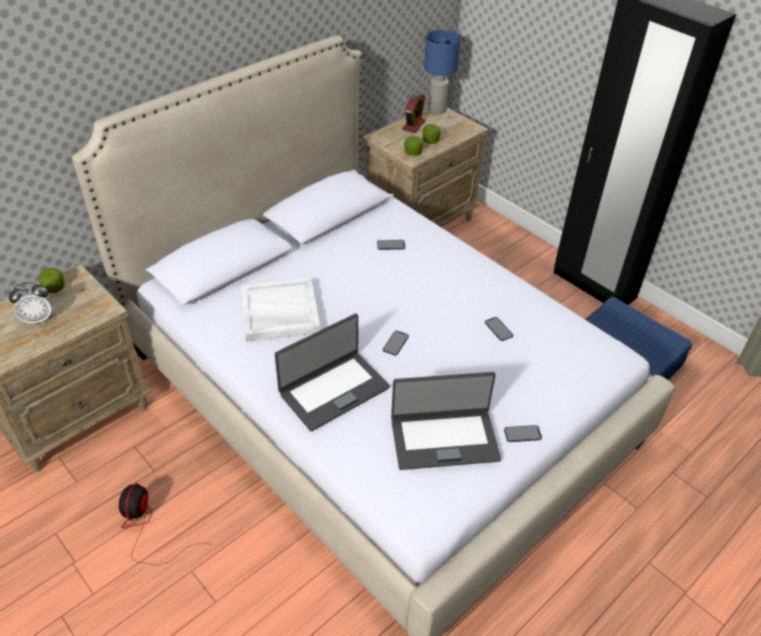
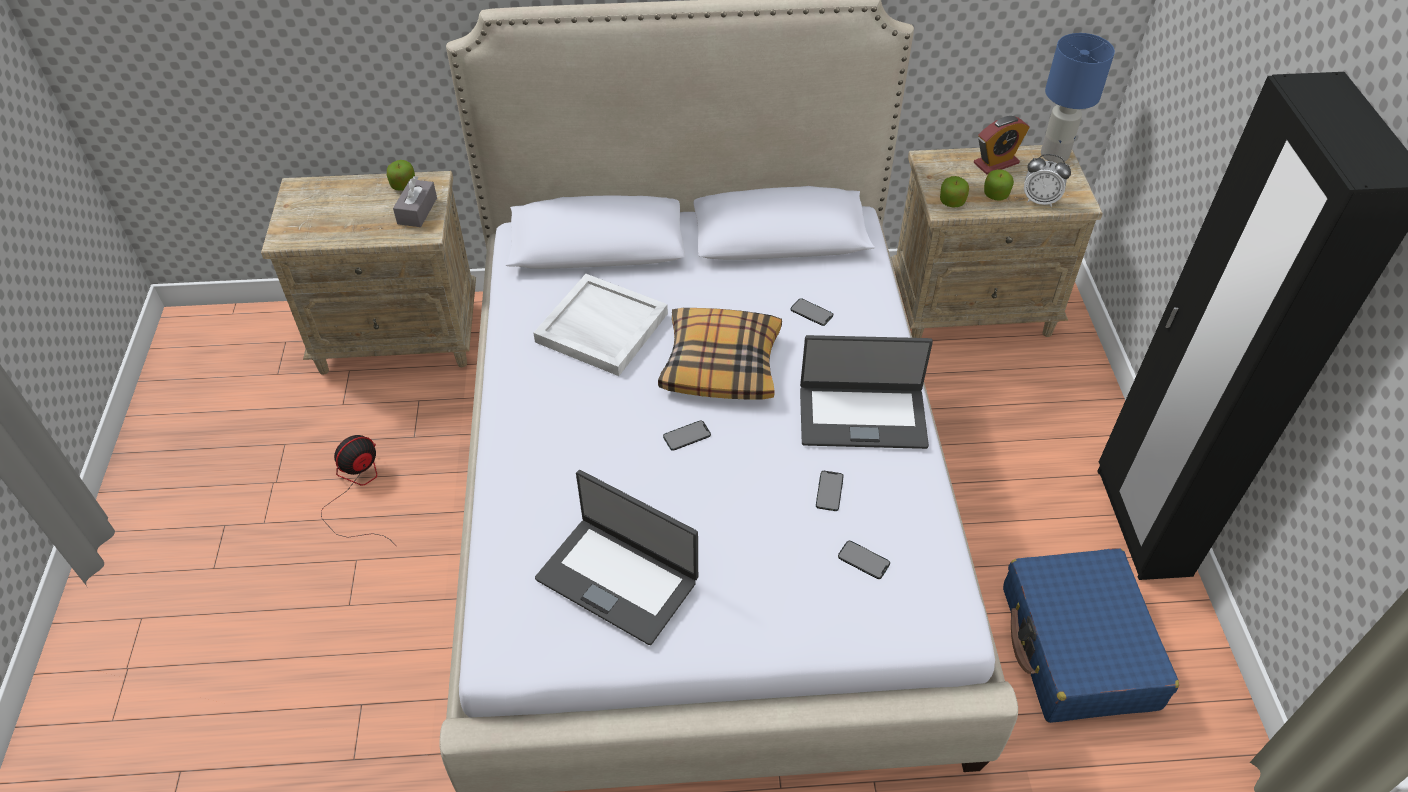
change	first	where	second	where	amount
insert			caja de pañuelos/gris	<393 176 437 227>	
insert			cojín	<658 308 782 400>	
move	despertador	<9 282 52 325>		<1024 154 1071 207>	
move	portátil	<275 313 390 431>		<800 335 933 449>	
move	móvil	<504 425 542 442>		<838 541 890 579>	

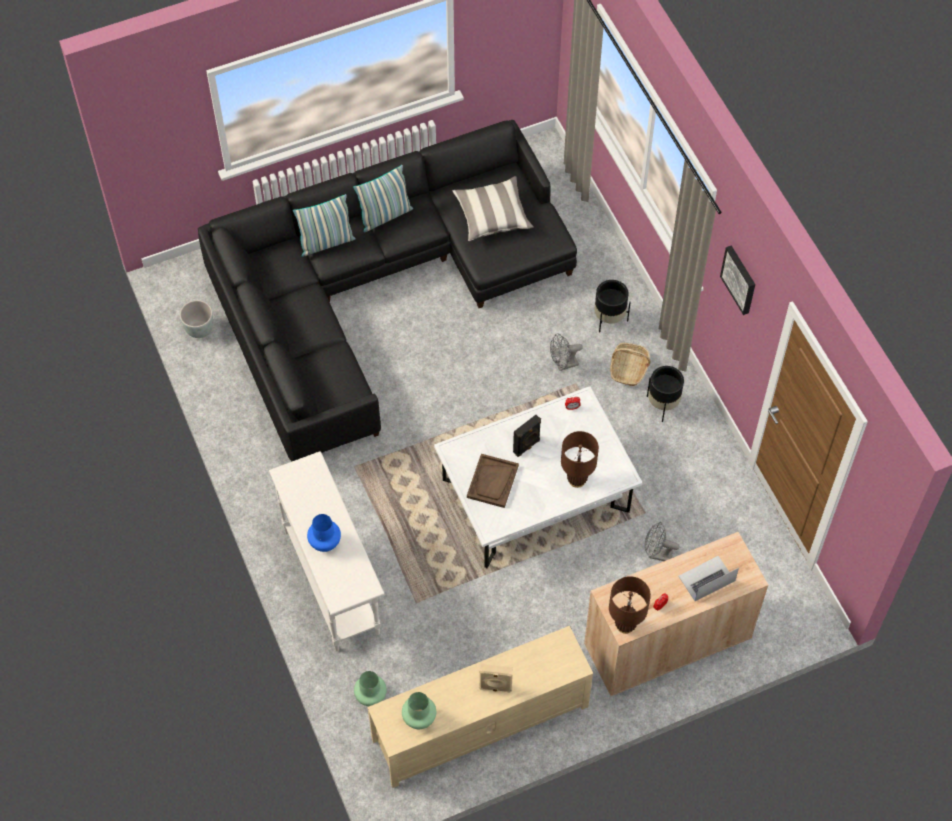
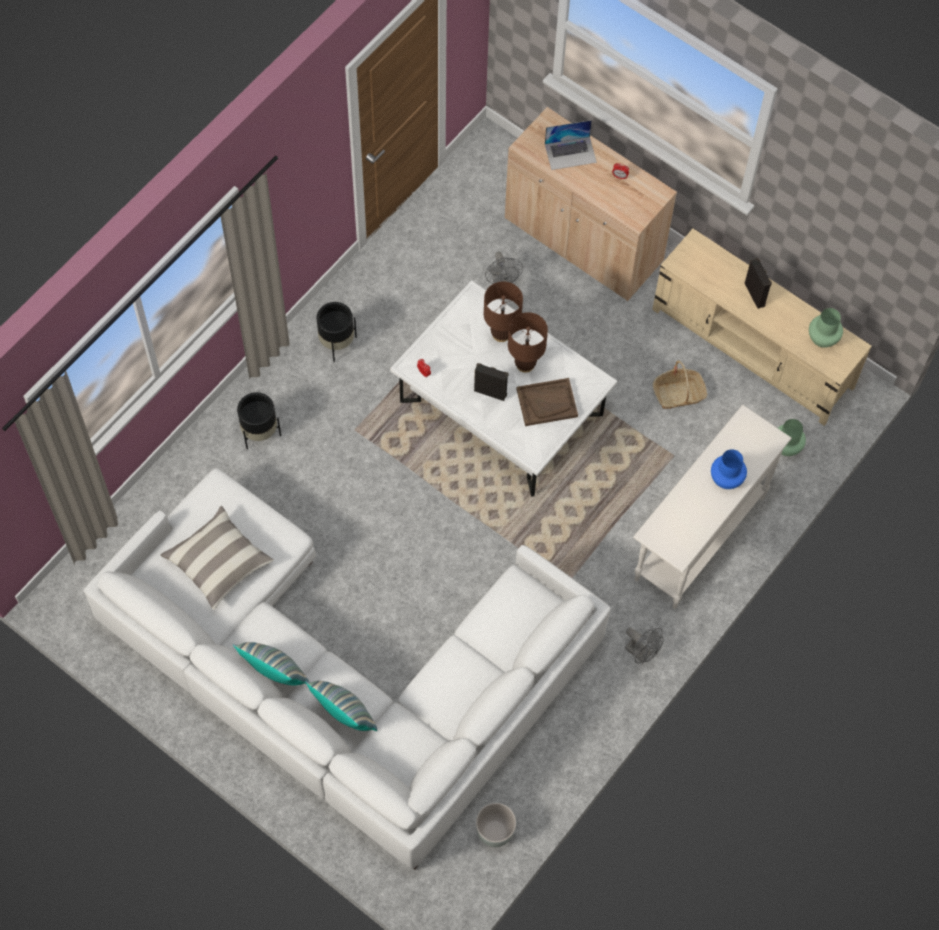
change	first	where	second	where	amount
delete	cuadro	<720 245 755 315>			
move	ventilador/gris	<550 333 583 371>		<625 628 664 663>	
move	lámpara de mesa/marrón	<609 576 651 634>		<508 312 548 373>	
move	cesta	<610 343 650 386>		<653 360 707 409>	
recolor	sofá/negro	<198 120 577 462>	sofá/blanco	<84 468 611 870>	
recolor	altavoz/beis	<479 664 513 692>	altavoz/negro	<744 258 772 309>	
rotate	portátil	<679 556 739 601>		<545 120 597 170>	45 degrees counterclockwise

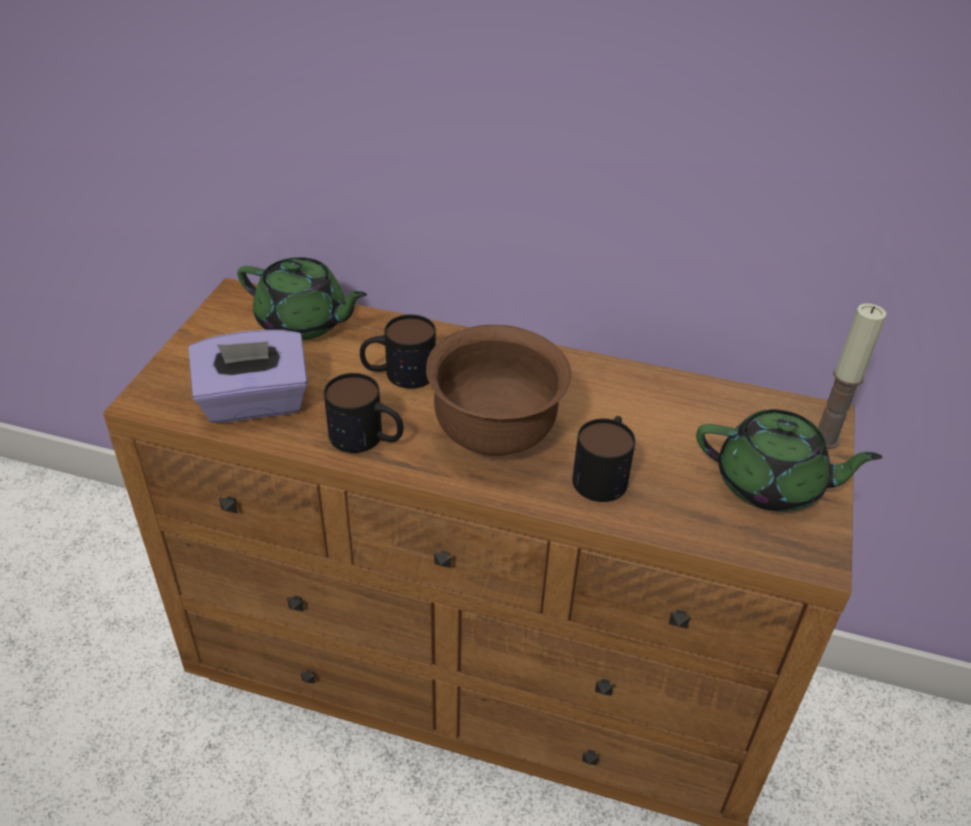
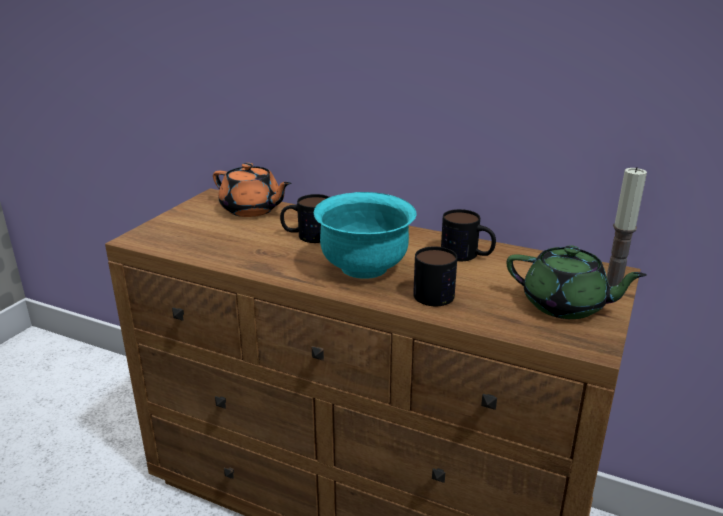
change	first	where	second	where	amount
delete	caja de pañuelos/morado	<188 330 308 423>			
move	taza grande	<324 373 403 453>		<441 209 496 261>	
recolor	tetera/verde	<237 257 367 340>	tetera/naranja	<213 163 291 217>	
recolor	cuenco/marrón	<426 325 572 456>	cuenco/turquesa	<314 192 416 279>	

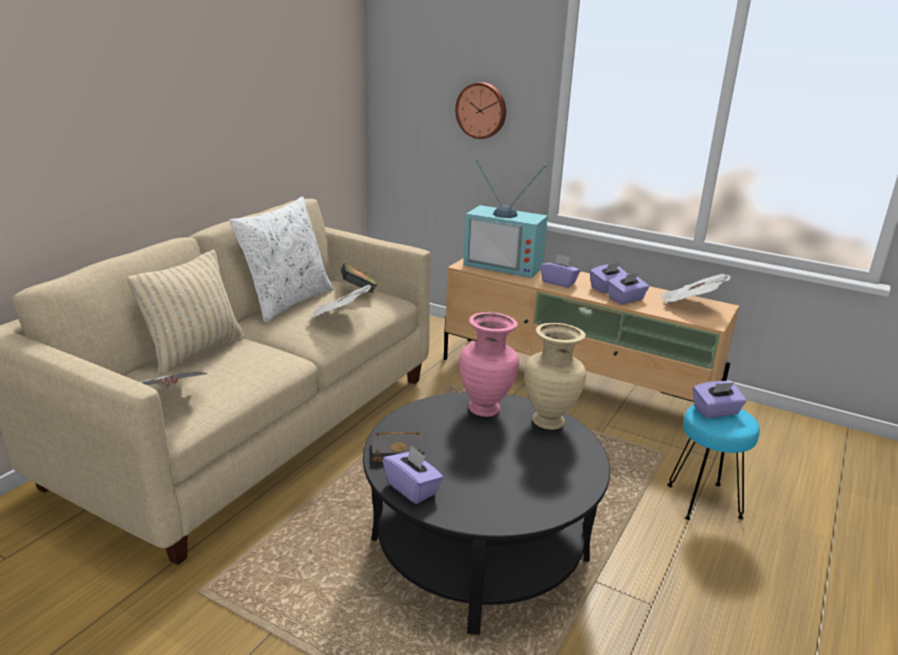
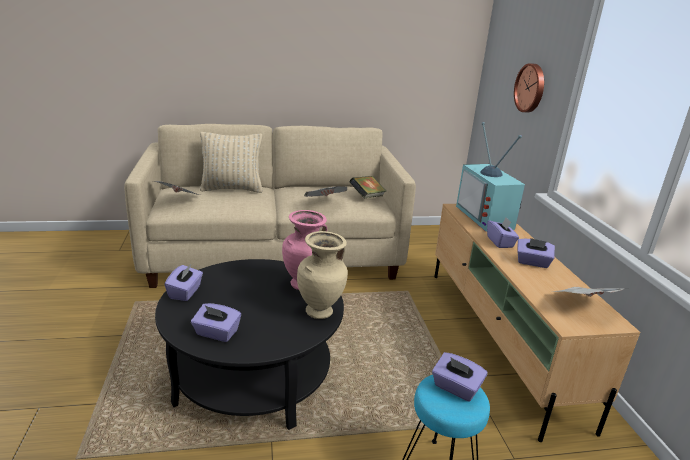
change	first	where	second	where	amount
delete	cojín/blanco	<229 196 334 322>			
delete	libro/negro	<372 431 425 463>			
move	caja de pañuelos/morado	<608 272 649 304>		<191 303 241 342>	

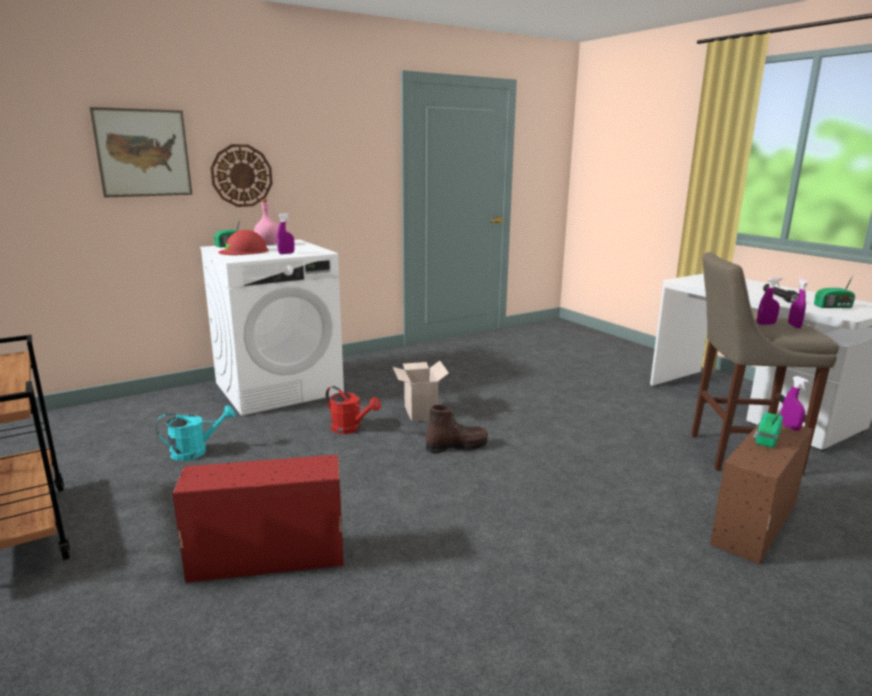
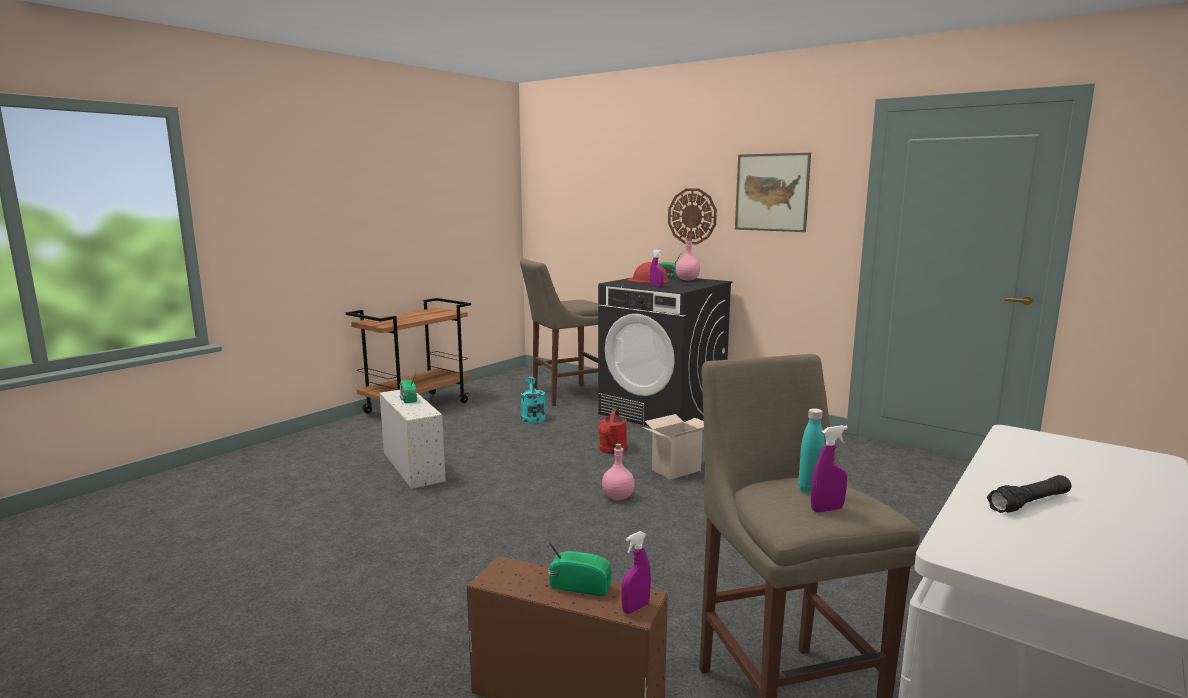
change	first	where	second	where	amount
insert			taburete/beis	<520 259 599 406>	
move	cuadro	<89 107 193 198>		<735 153 811 232>	
move	radio	<814 274 856 308>		<400 373 417 403>	
replace	bota/marrón	<426 405 488 453>	botella/rosa	<602 444 635 500>	
replace	pulverizador/morado	<757 277 783 325>	botella/turquesa	<798 408 825 493>	
recolor	caja de almacenaje/rojo	<172 455 344 583>	caja de almacenaje/blanco	<379 390 446 489>	
recolor	lavadora/blanco	<200 240 344 416>	lavadora/negro	<598 277 732 427>	
rotate	regadera/turquesa	<156 405 235 461>		<521 377 546 423>	150 degrees counterclockwise

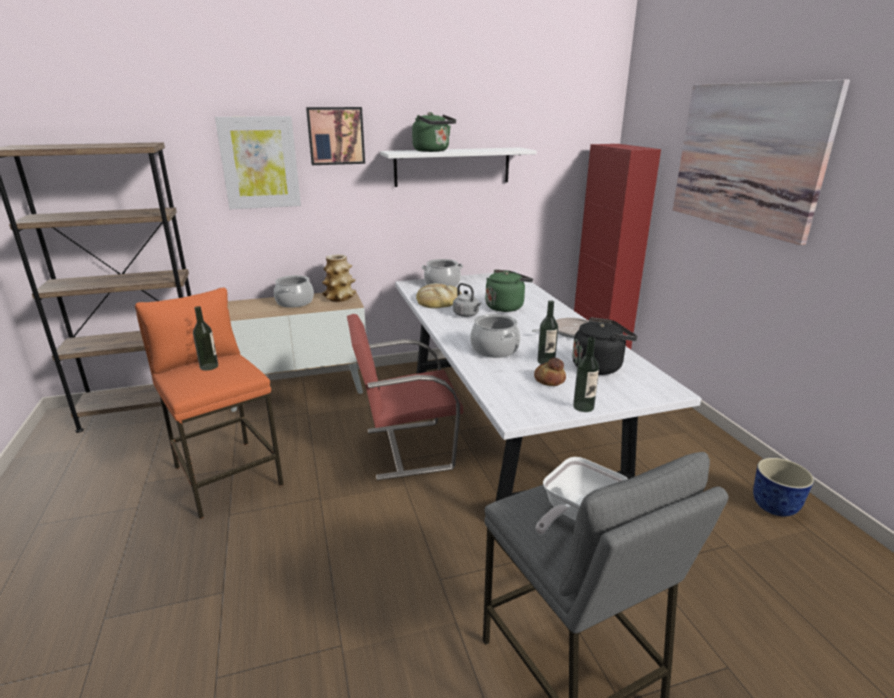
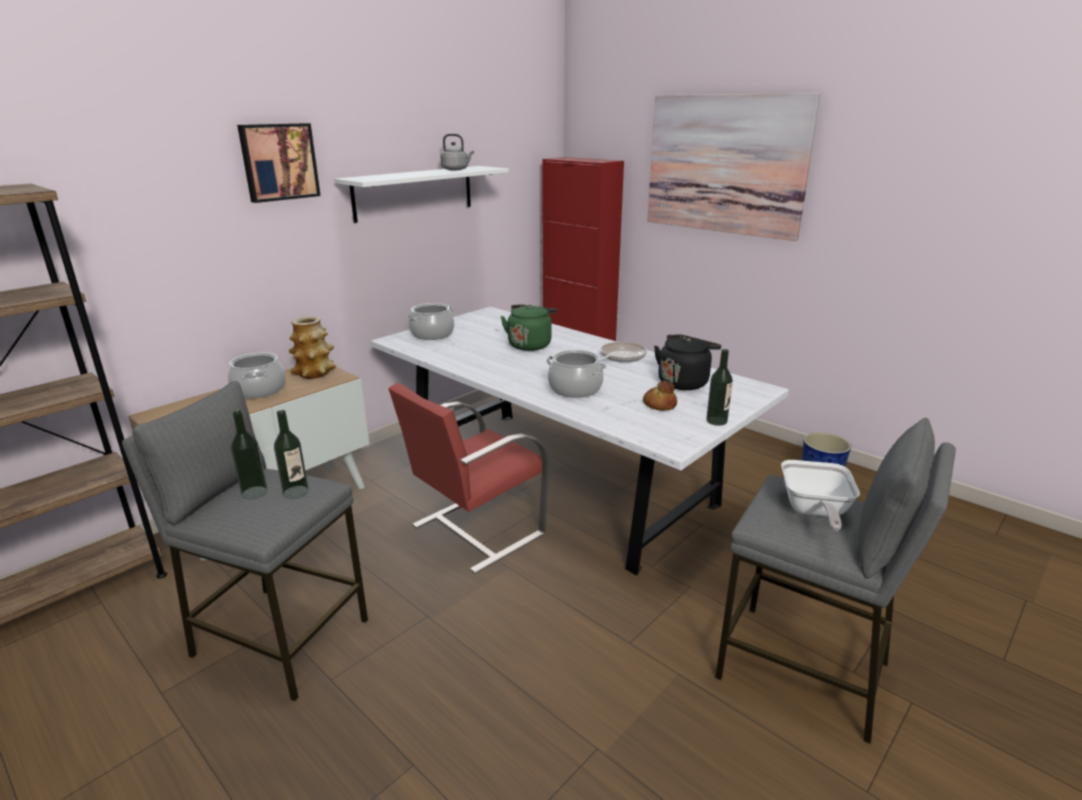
change	first	where	second	where	amount
delete	cuadro	<215 116 301 209>			
delete	hervidor/verde	<412 112 456 152>			
delete	pan	<416 283 462 308>			
move	hervidor/gris	<453 283 482 317>		<440 134 474 170>	
move	botella	<537 300 558 364>		<274 410 309 499>	
recolor	taburete/naranja	<135 288 284 519>	taburete/gris	<122 381 368 701>	

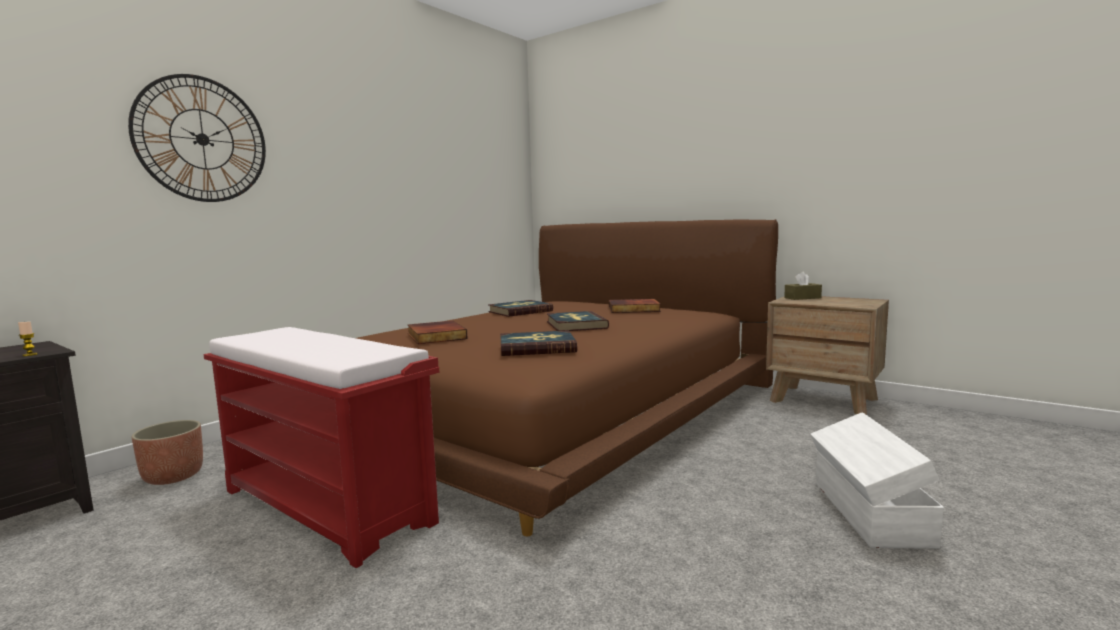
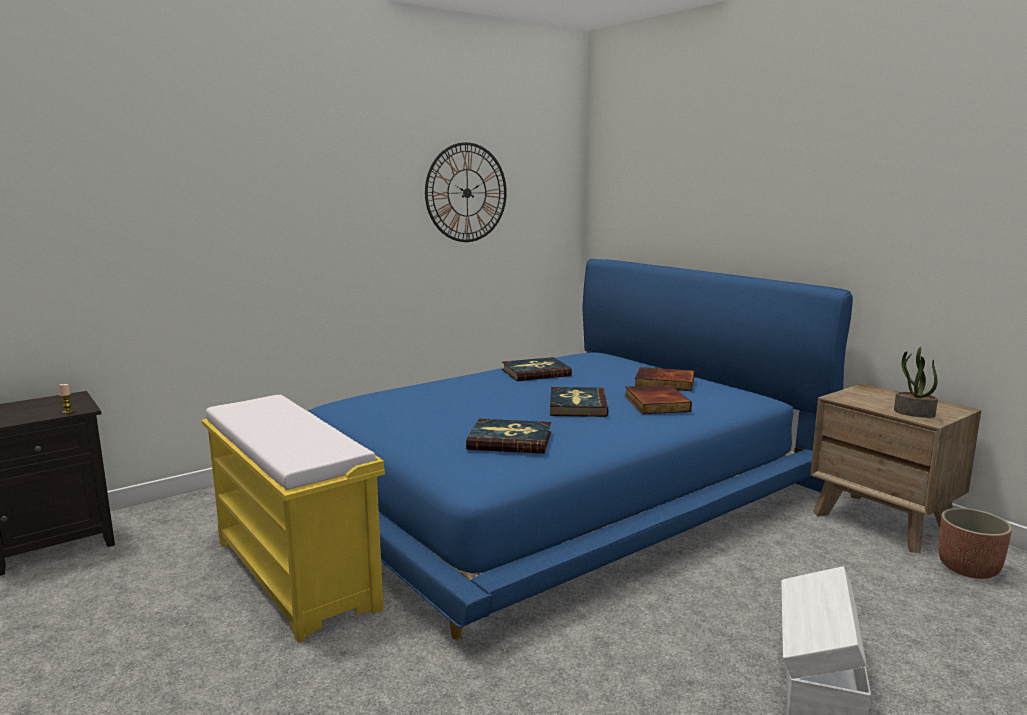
change	first	where	second	where	amount
delete	caja de pañuelos/marrón	<784 272 822 300>			
insert			planta en maceta	<894 347 938 418>	
move	reloj de pared	<128 74 266 202>		<425 142 507 242>	
move	maceta	<131 420 203 485>		<939 508 1012 579>	
move	libro	<407 321 467 344>		<625 385 692 414>	
recolor	banco/rojo	<203 327 439 568>	banco/amarillo	<201 395 385 643>	
recolor	cama/marrón	<356 219 778 536>	cama/azul	<308 259 853 640>	

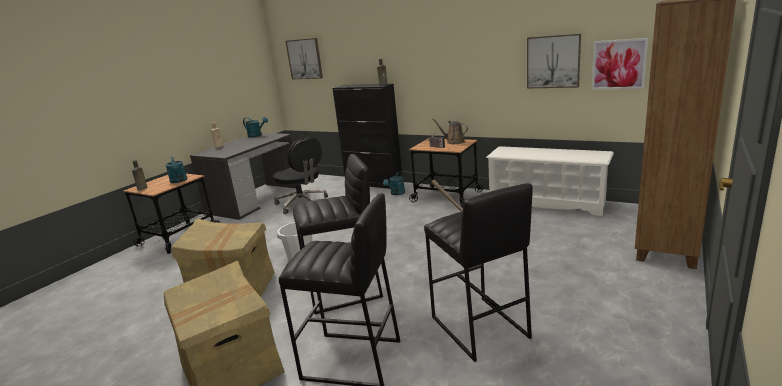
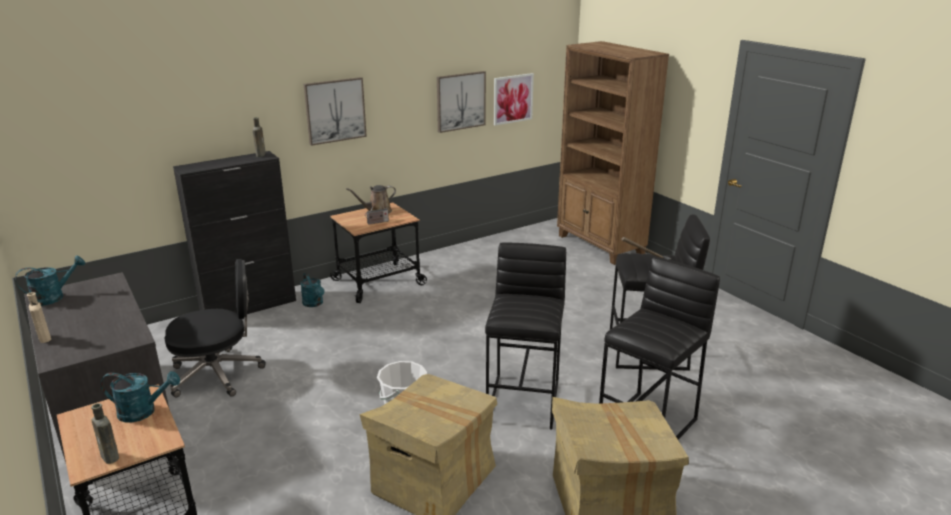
change	first	where	second	where	amount
delete	zapatero/blanco	<486 146 614 216>			
move	cuadro	<286 38 323 79>		<304 77 367 146>	

